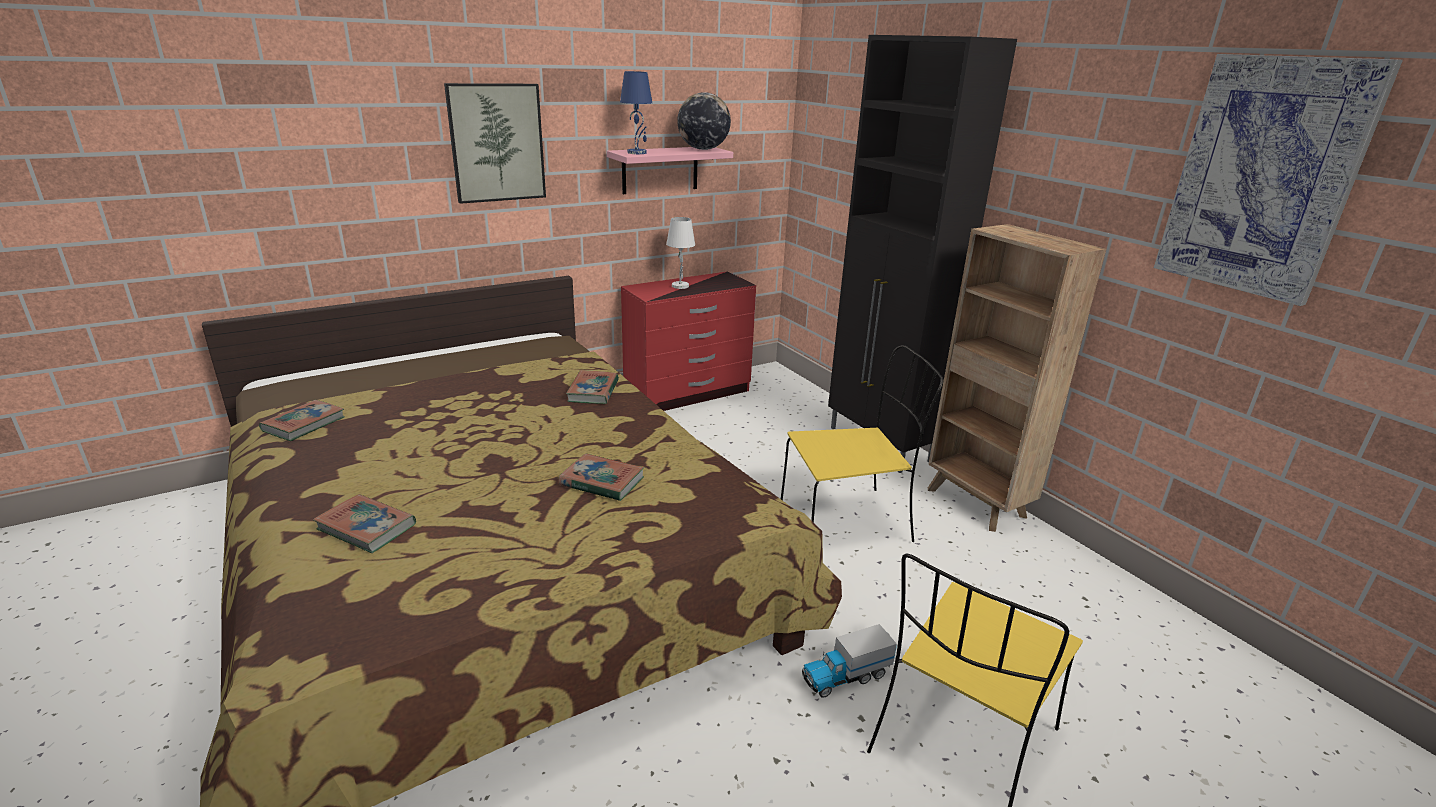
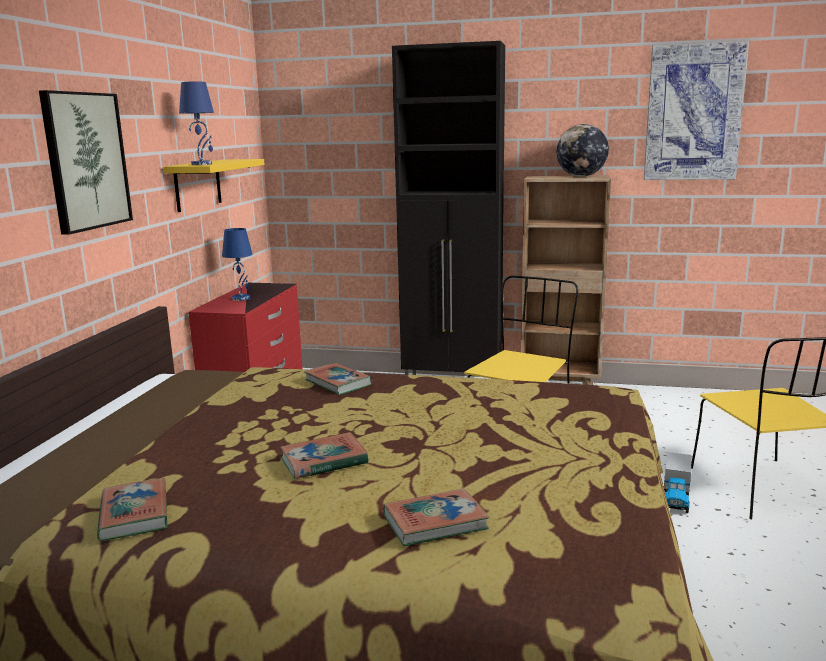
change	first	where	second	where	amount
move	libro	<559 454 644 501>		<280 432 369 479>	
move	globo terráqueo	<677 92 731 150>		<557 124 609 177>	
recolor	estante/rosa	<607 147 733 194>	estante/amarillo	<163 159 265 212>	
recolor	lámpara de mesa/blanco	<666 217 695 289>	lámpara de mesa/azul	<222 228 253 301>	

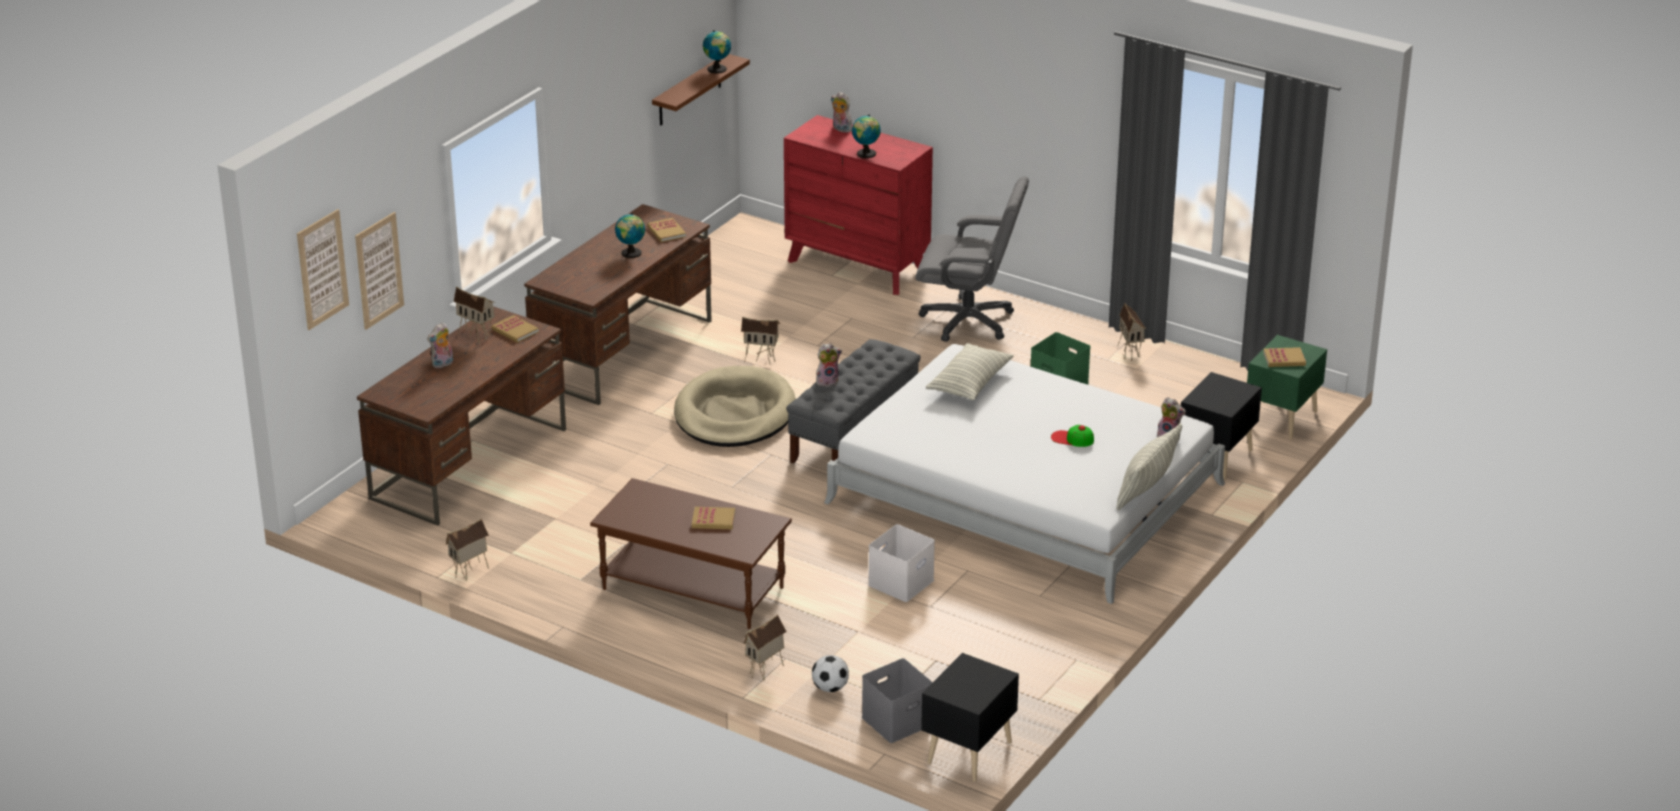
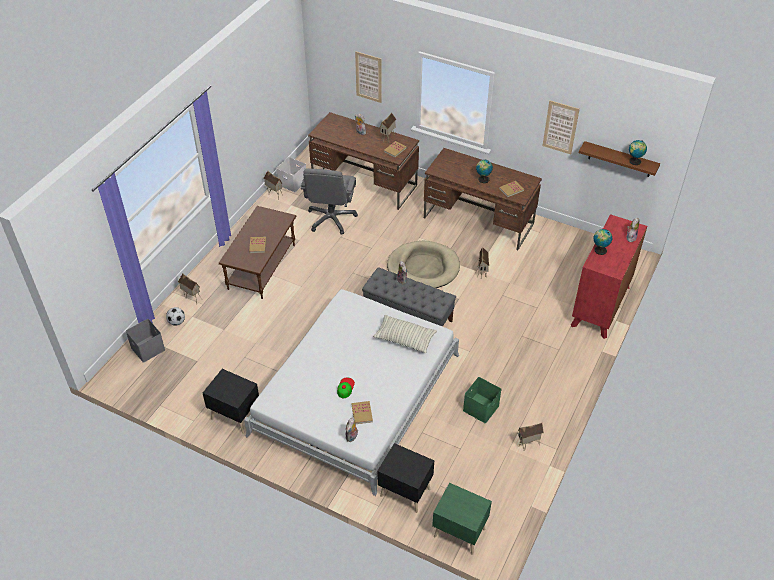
change	first	where	second	where	amount
delete	cojín	<1116 423 1182 510>			
move	cuadro	<297 209 349 330>		<542 100 580 154>	
move	caja de almacenaje/blanco	<868 524 935 602>		<276 157 306 192>	
move	silla de oficina/gris	<916 176 1029 342>		<301 168 358 234>	
move	mesita de noche/negro	<921 653 1019 782>		<203 369 259 434>	
move	libro	<1263 347 1306 367>		<351 401 373 424>	

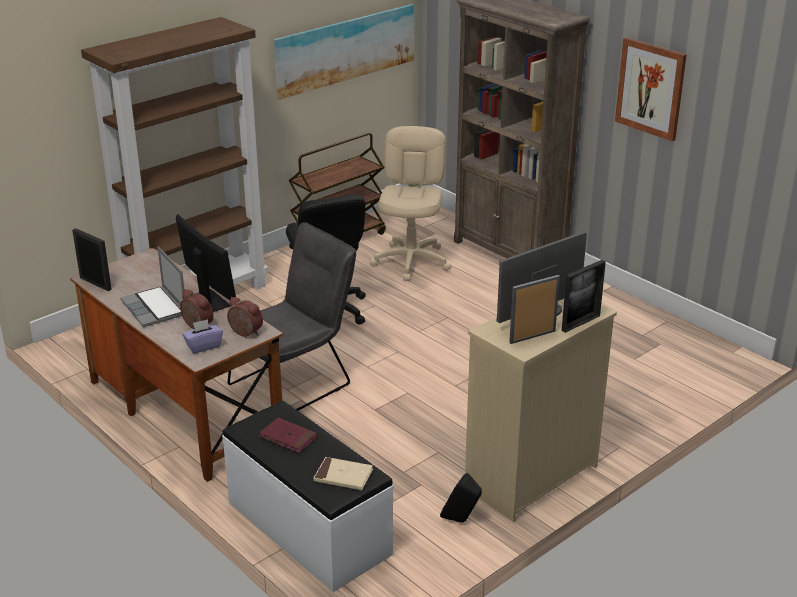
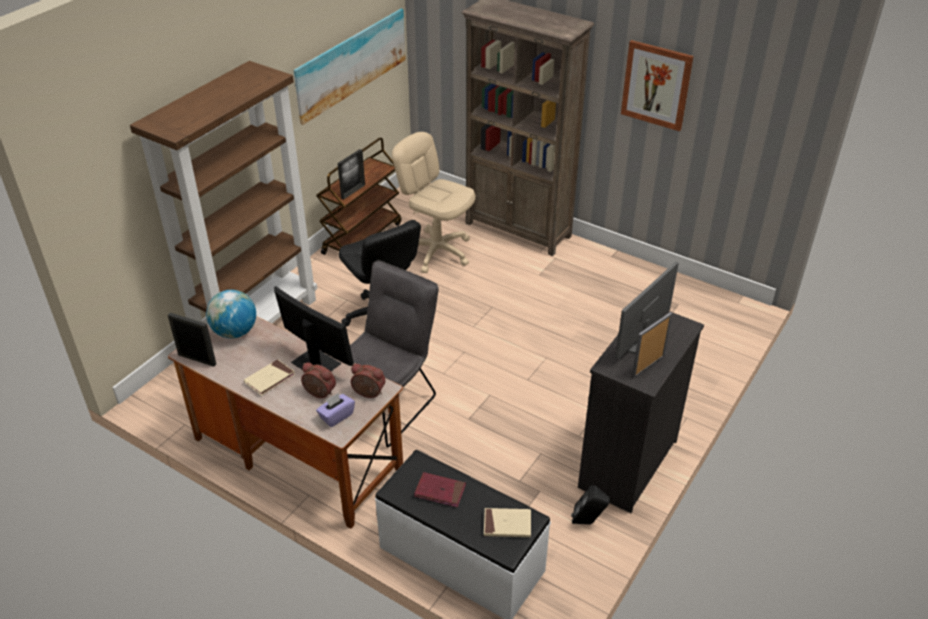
change	first	where	second	where	amount
insert			globo terráqueo	<206 290 256 338>	
move	portarretratos	<562 260 606 333>		<338 149 365 200>	
replace	portátil	<120 247 184 327>	libro/beis	<244 359 295 396>	
recolor	cómoda/beis	<465 299 617 522>	cómoda/negro	<578 311 704 513>	
rotate	silla de oficina/beis	<370 126 451 281>		<392 132 475 273>	45 degrees counterclockwise

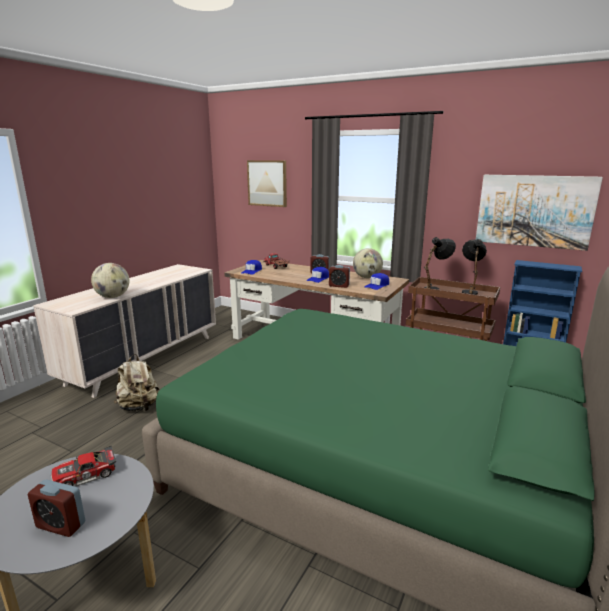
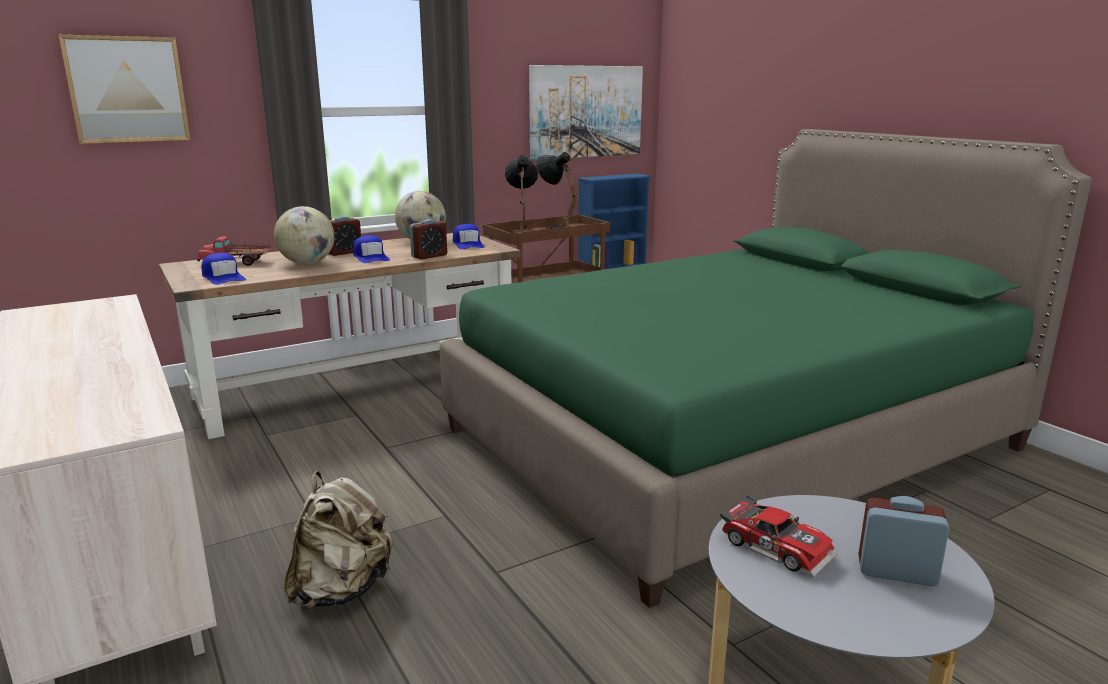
change	first	where	second	where	amount
move	globo terráqueo	<91 263 130 298>		<274 206 334 264>	
rotate	despertador	<28 479 85 537>		<858 496 950 586>	120 degrees counterclockwise
rotate	coche de juguete	<51 446 116 487>		<720 496 838 578>	45 degrees counterclockwise

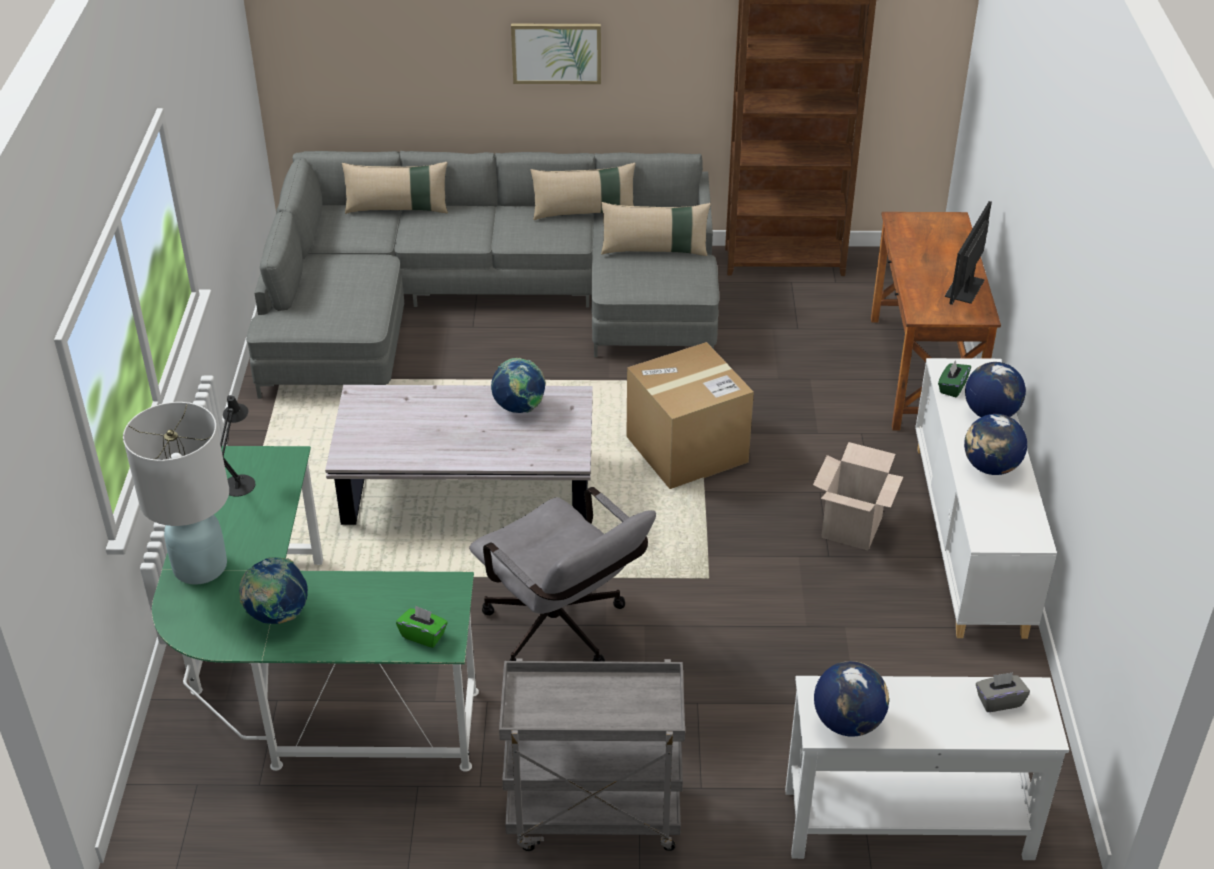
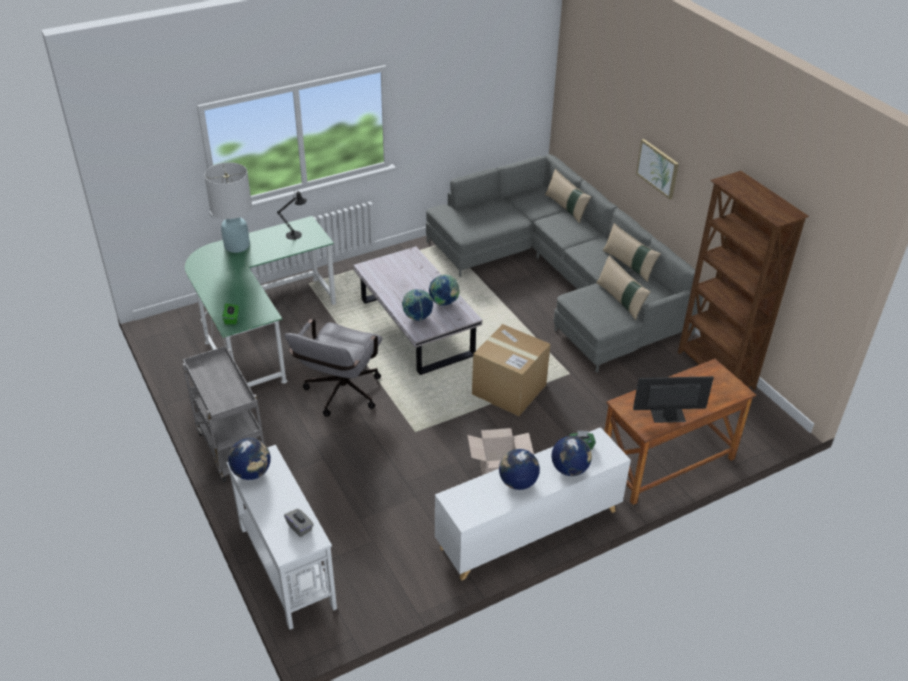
change	first	where	second	where	amount
move	globo terráqueo	<239 557 308 624>		<402 289 433 321>	

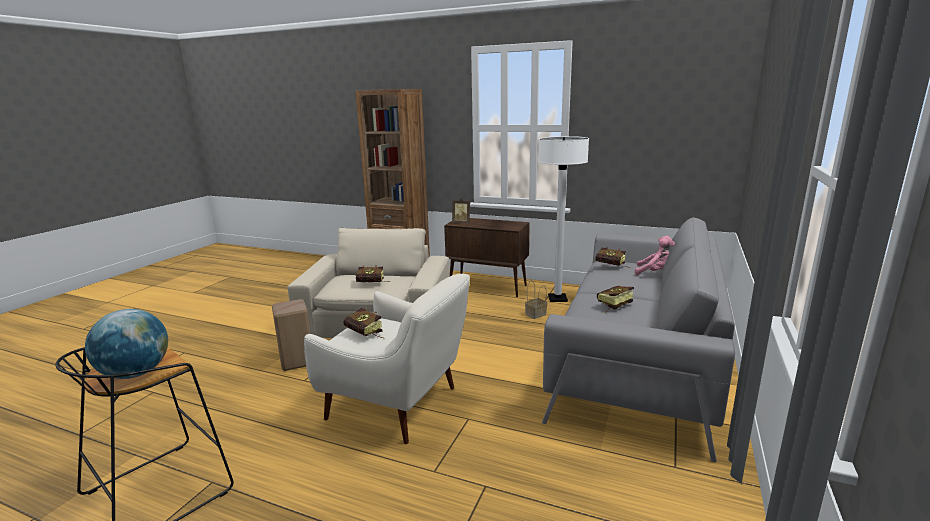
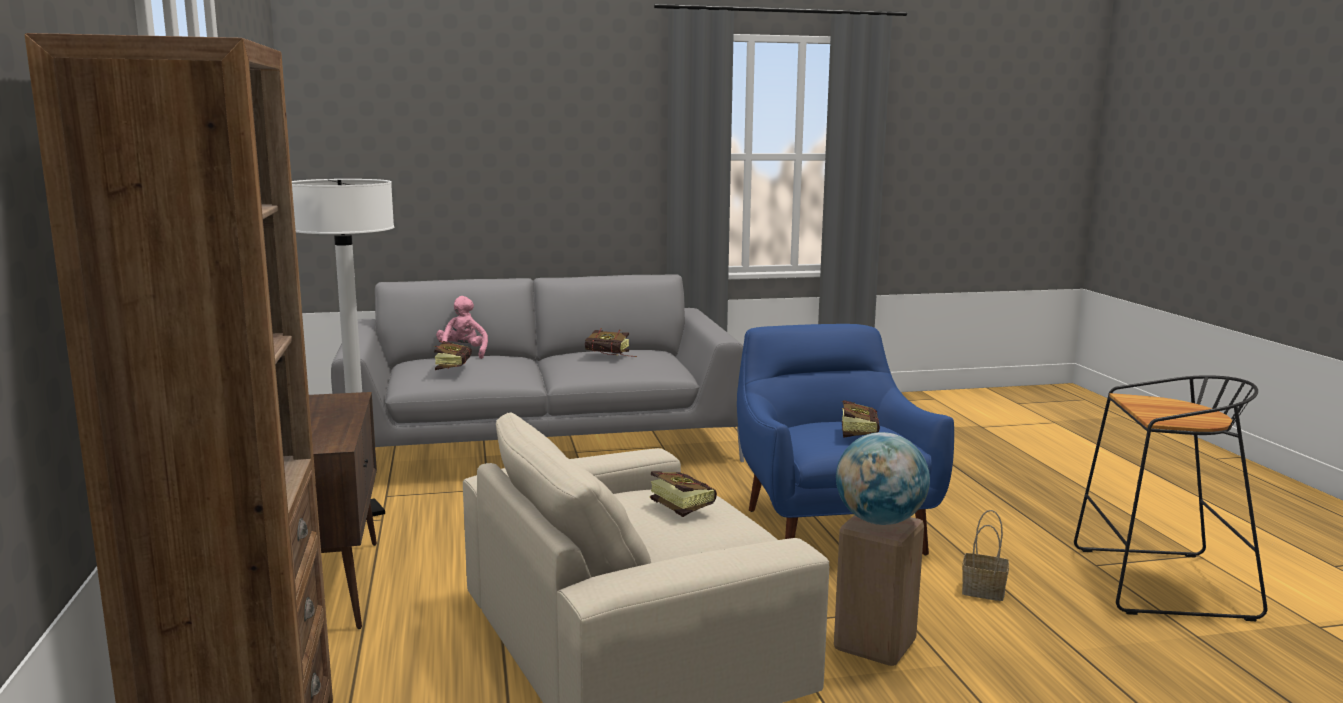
change	first	where	second	where	amount
delete	portarretratos	<452 198 470 224>			
move	globo terráqueo	<85 309 168 379>		<836 432 930 525>	
move	cesta	<525 280 548 319>		<962 510 1009 601>	
recolor	sillón/blanco	<304 274 470 444>	sillón/azul	<737 324 954 555>	

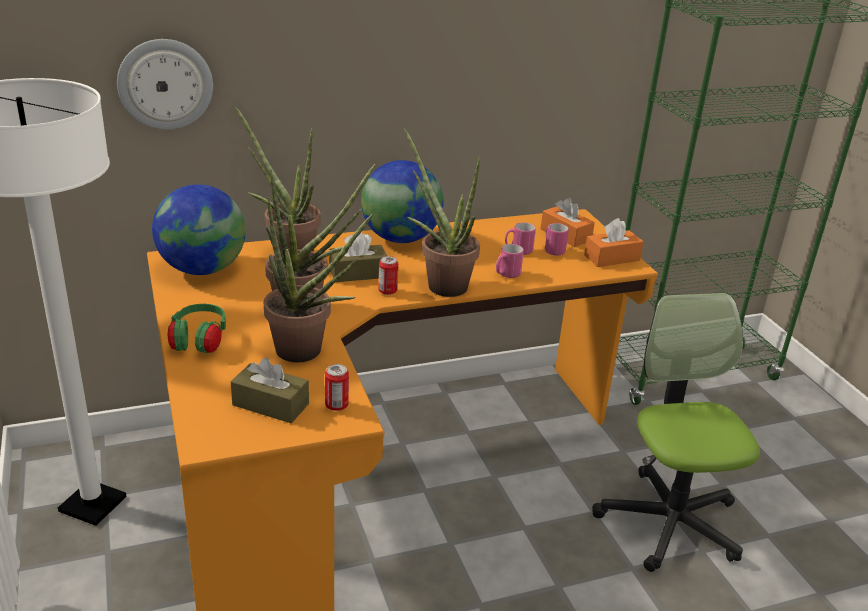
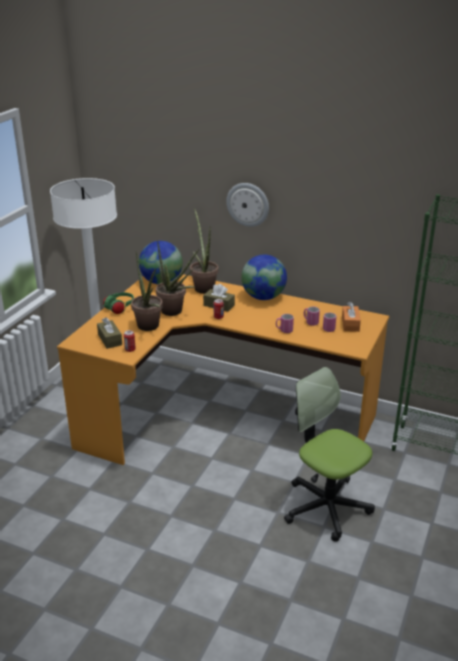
change	first	where	second	where	amount
delete	planta en maceta	<403 128 481 297>			
delete	caja de pañuelos/naranja	<584 218 644 267>			
move	reloj de pared	<117 39 213 130>		<226 183 269 227>	
rotate	silla de oficina	<592 293 760 572>		<284 367 375 542>	75 degrees counterclockwise

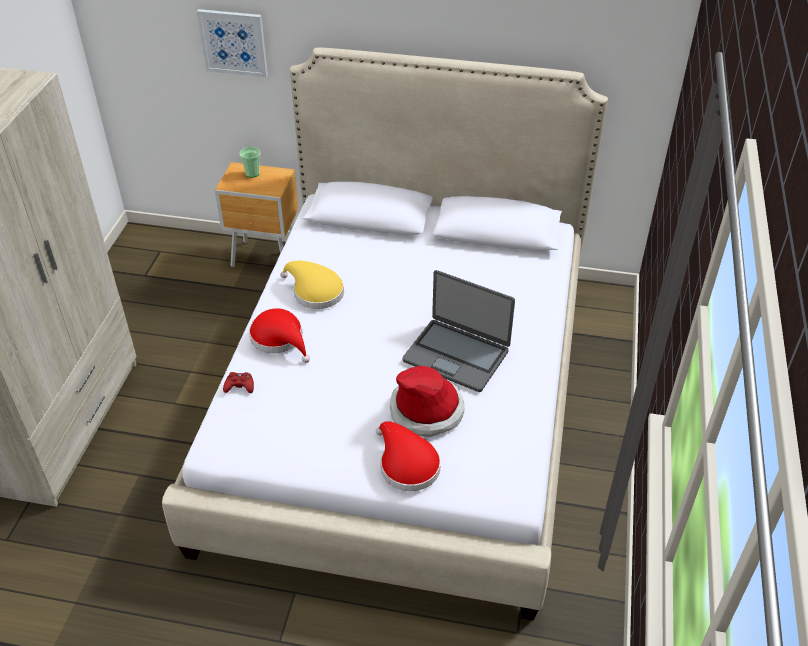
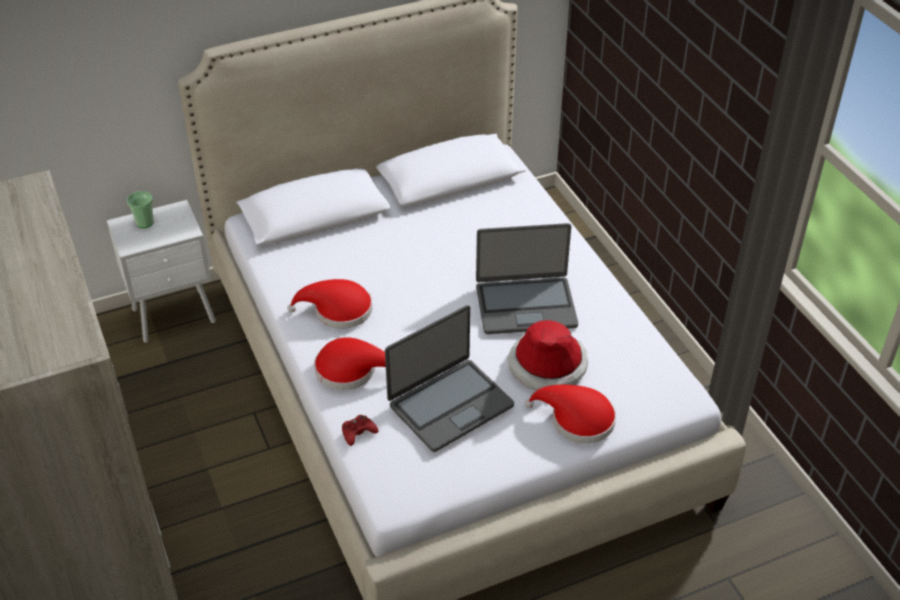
change	first	where	second	where	amount
delete	cuadro	<197 9 268 77>			
insert			portátil	<385 305 514 452>	
recolor	mesita de noche/marrón	<215 162 299 267>	mesita de noche/blanco	<107 200 216 343>	
recolor	sombrero/amarillo	<280 261 344 309>	sombrero/rojo	<287 279 372 329>	

